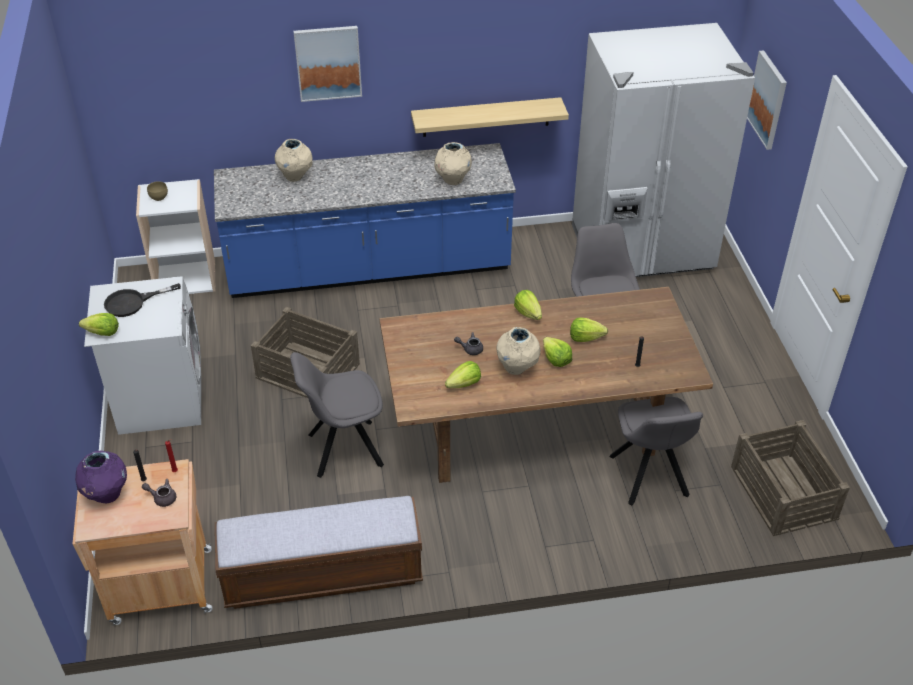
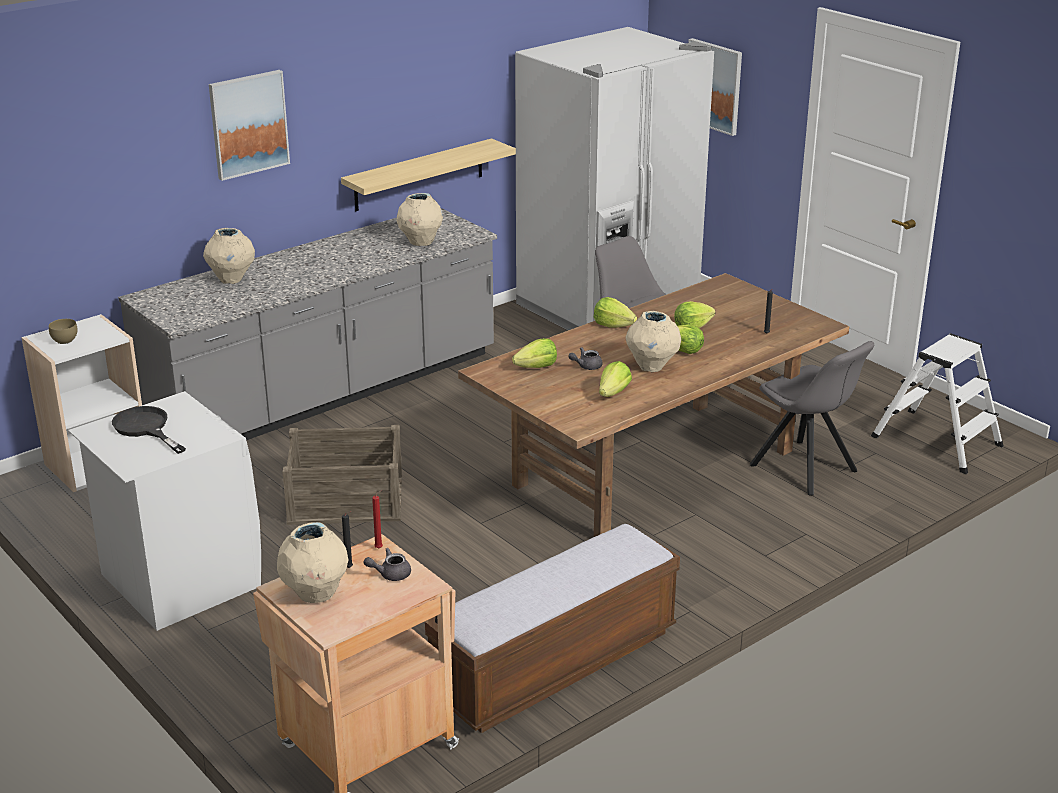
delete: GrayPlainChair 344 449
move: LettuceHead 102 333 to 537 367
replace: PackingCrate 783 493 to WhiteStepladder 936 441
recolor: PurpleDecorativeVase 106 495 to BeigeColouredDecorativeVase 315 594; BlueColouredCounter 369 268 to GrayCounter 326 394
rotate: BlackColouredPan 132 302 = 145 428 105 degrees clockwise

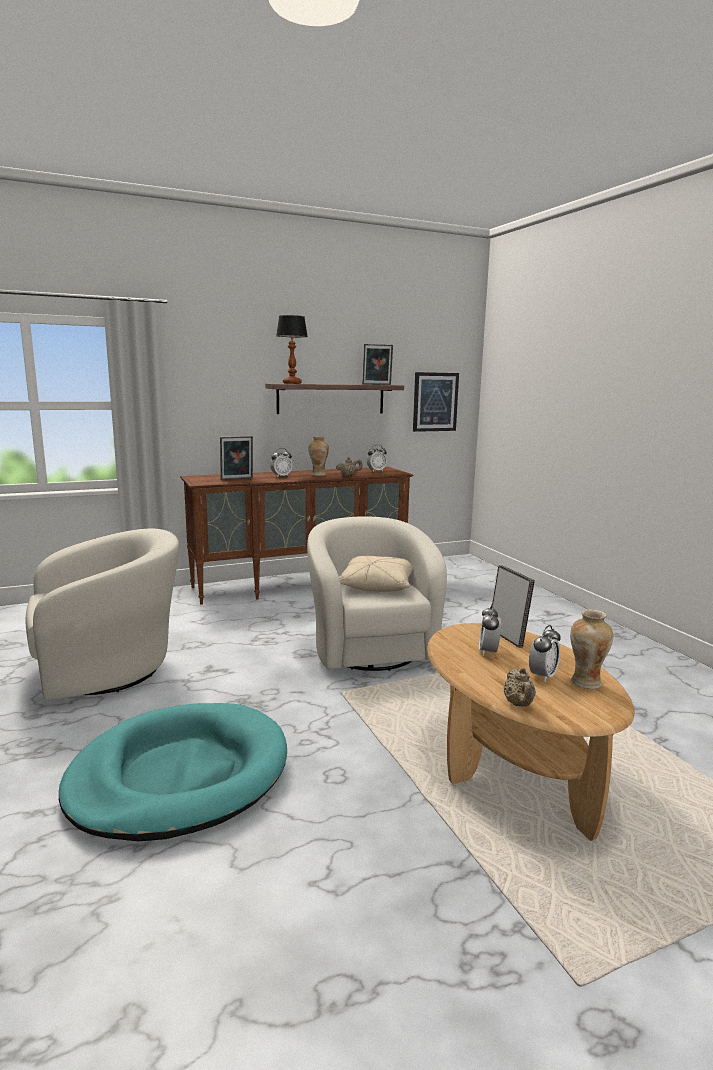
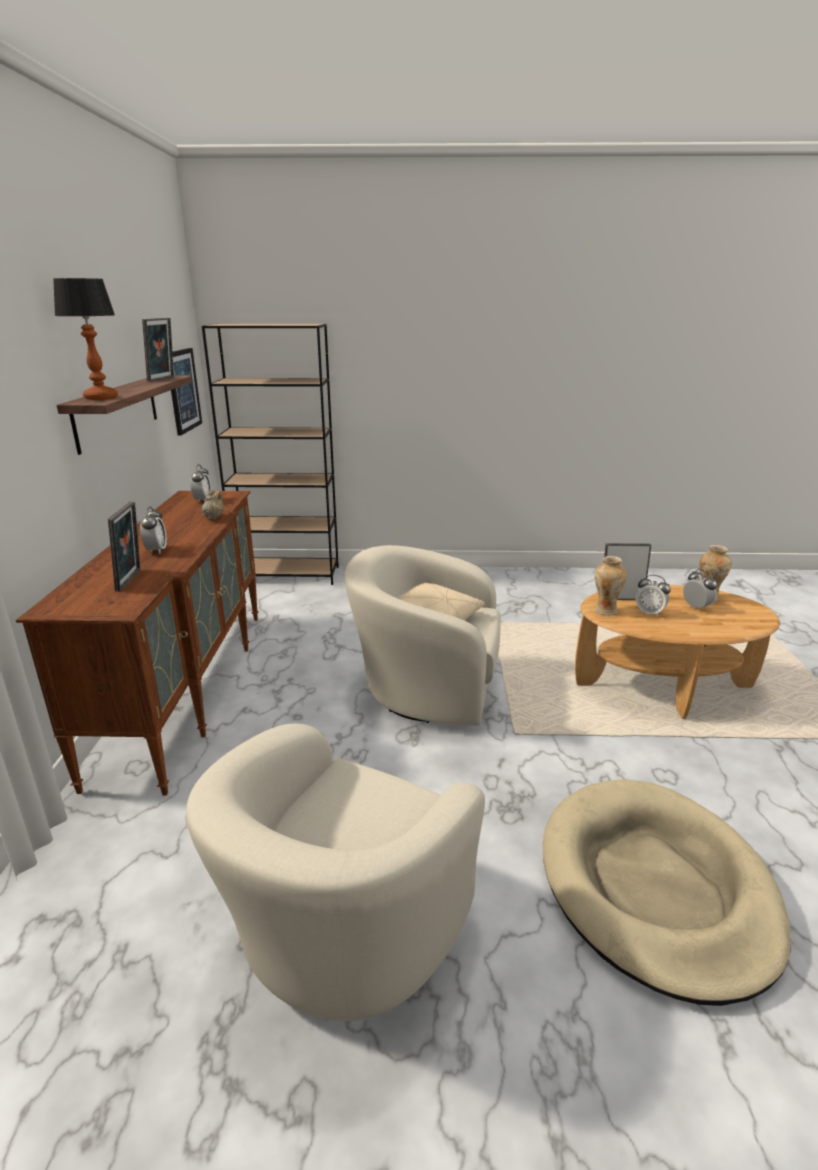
delete: BeigeColouredTeaPot 519 704
insert: BeigeColouredShelvingUnit 288 575
move: DecorativeVase 318 475 to 605 610
recolor: BlueGreenPetBed 179 775 to BeigeColouredPetBed 655 887
rotate: BeigeColouredEasyChair 109 670 = 345 937 150 degrees counterclockwise

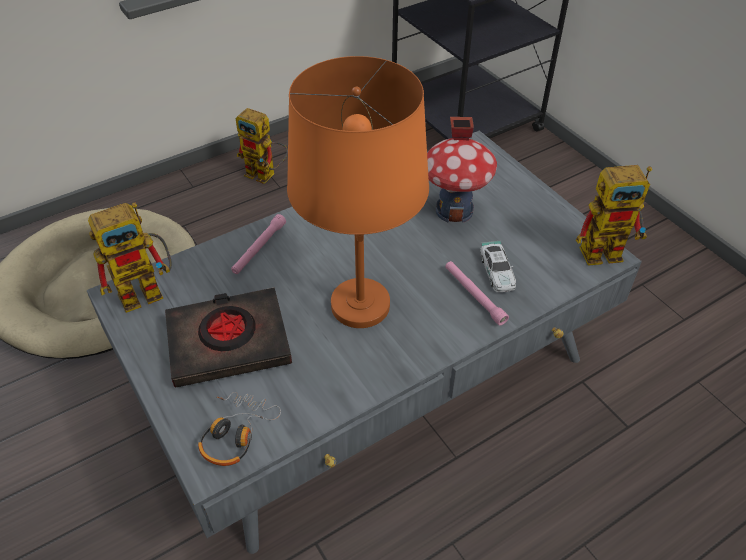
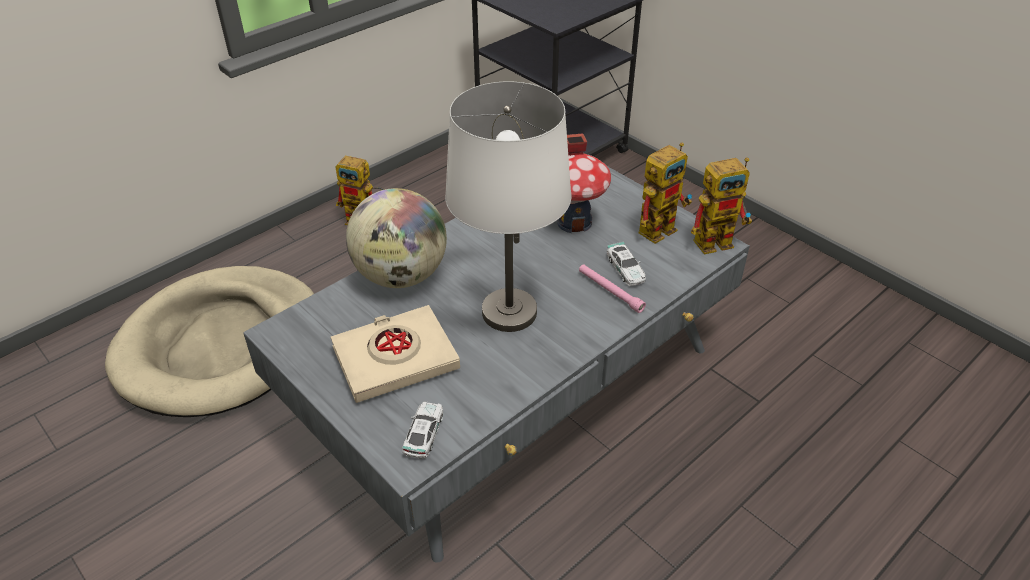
move: RobotFigure 148 289 to 660 226
replace: PairOfHeadphones 236 433 to MiniatureCar 424 433; PinkColouredTorch 259 248 to Globe 401 276
recolor: BlackColouredBoundBook 229 342 to BeigeColouredBoundBook 395 359; OrangeColouredTableLamp 359 305 to WhiteTableLamp 508 312

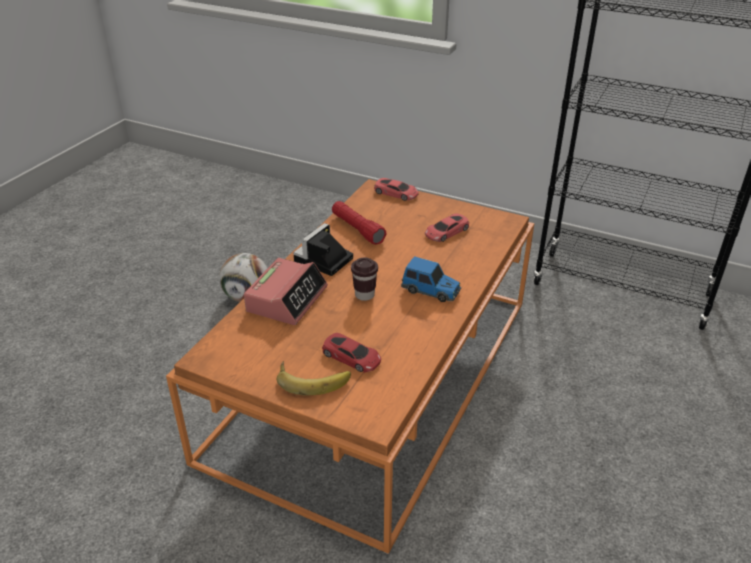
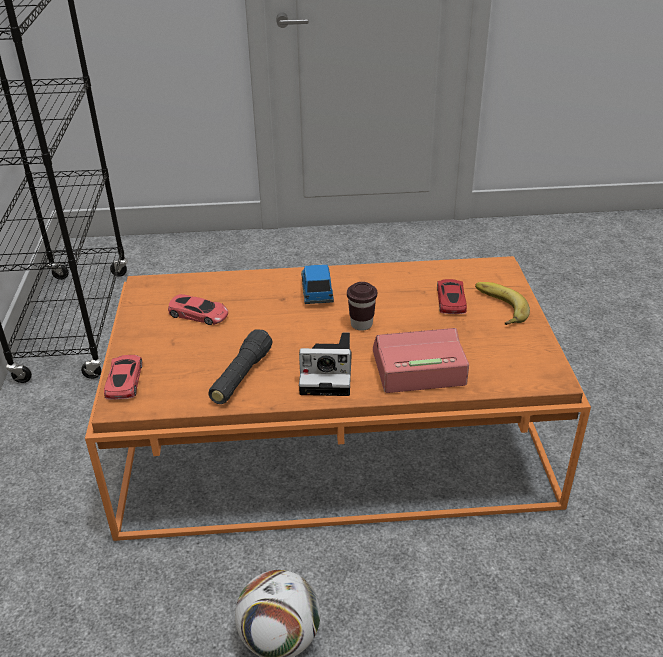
recolor: RedTorch 357 229 to BlackColouredTorch 241 376

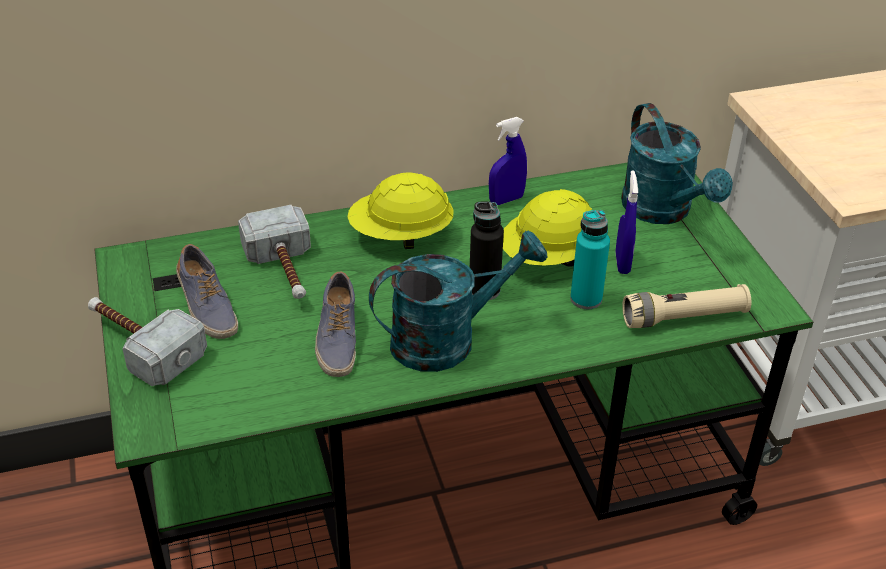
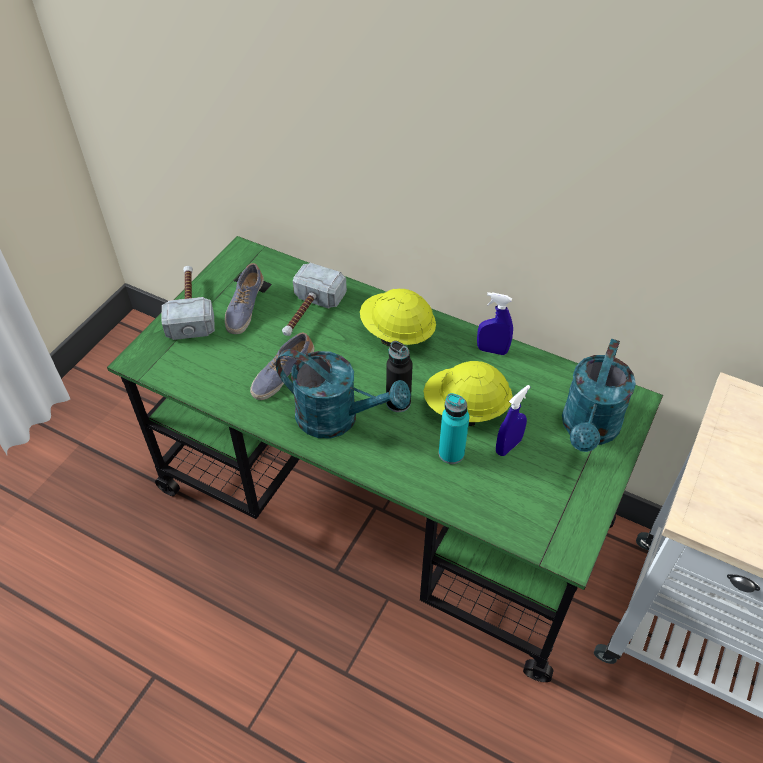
delete: BeigeColouredTorch 684 318

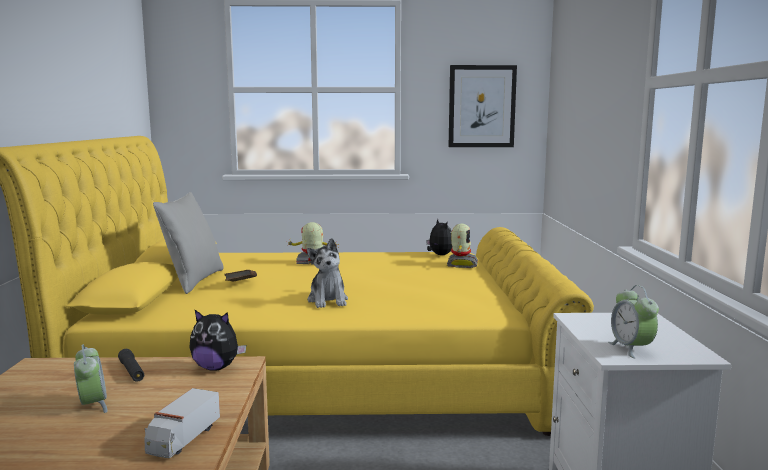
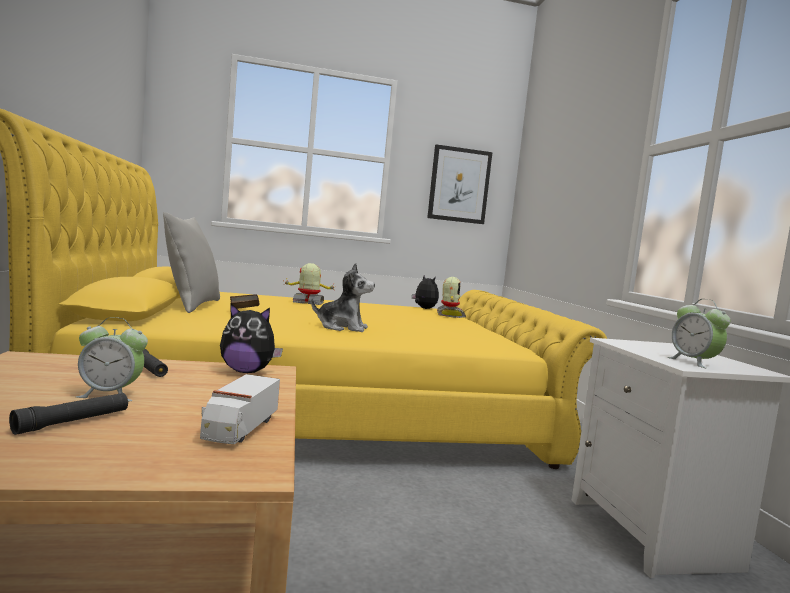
insert: BlackColouredTorch 73 422
rotate: BedsideClock 93 405 = 110 394 120 degrees clockwise; CuddlyToy 328 300 = 342 327 60 degrees counterclockwise

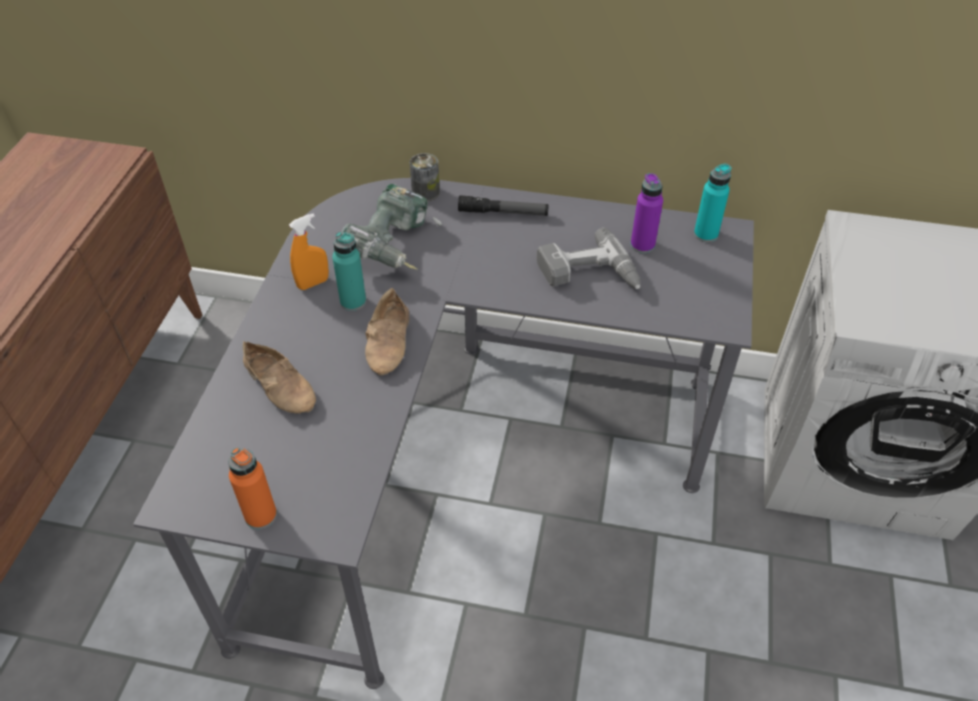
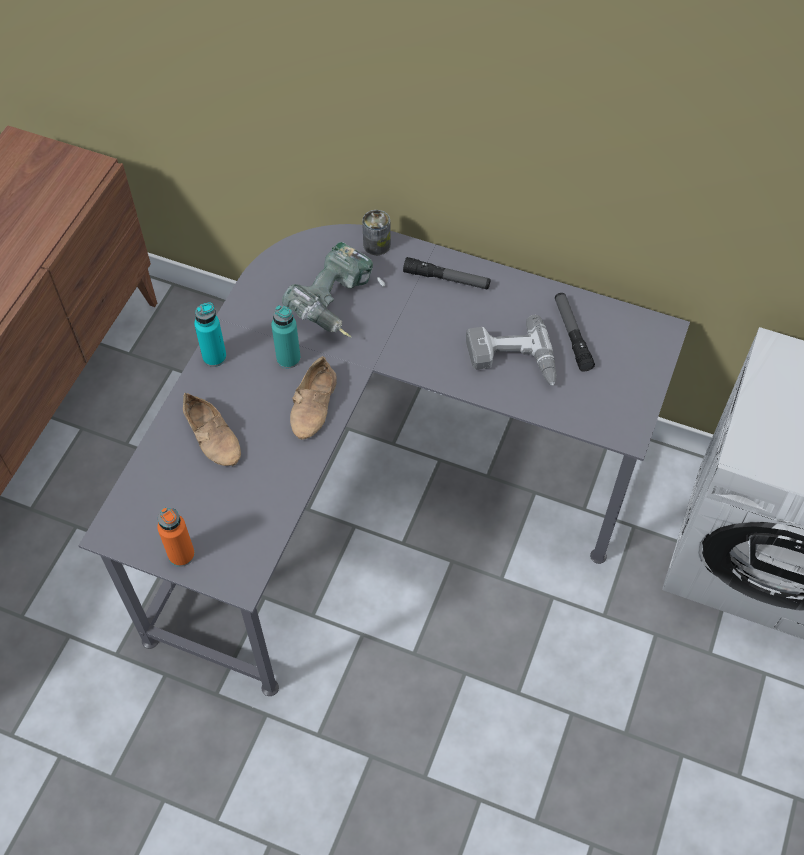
delete: OrangeColouredSprayer 313 283
move: BlueGreenBeverageBottle 705 234 to 214 357
replace: PurpleBeverageBottle 642 245 to Torch 572 335

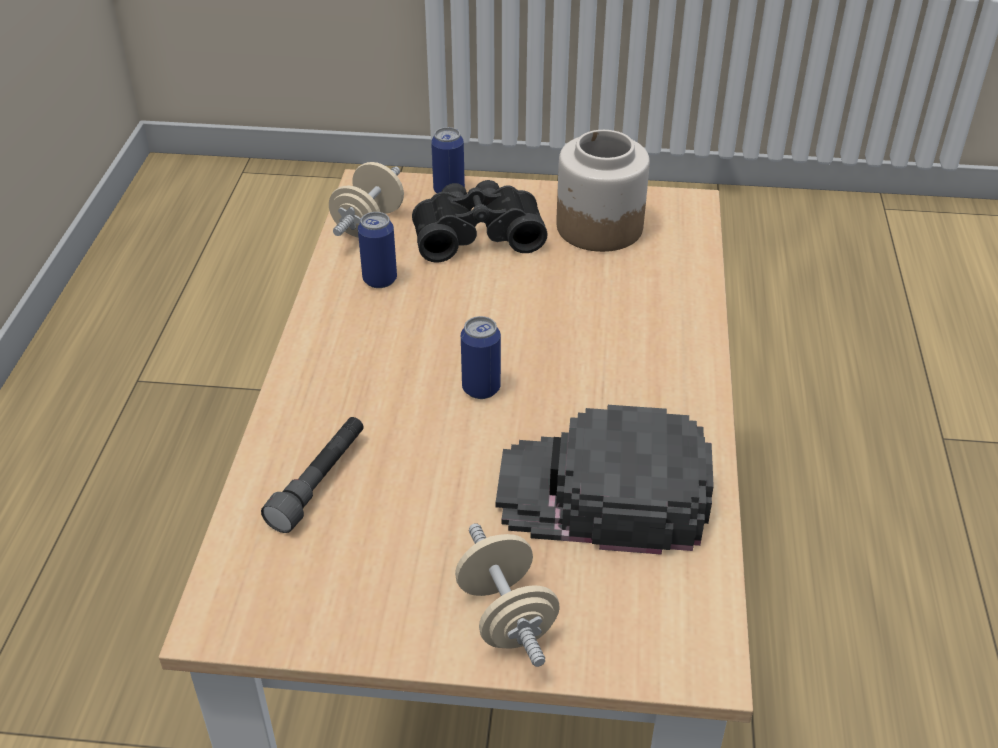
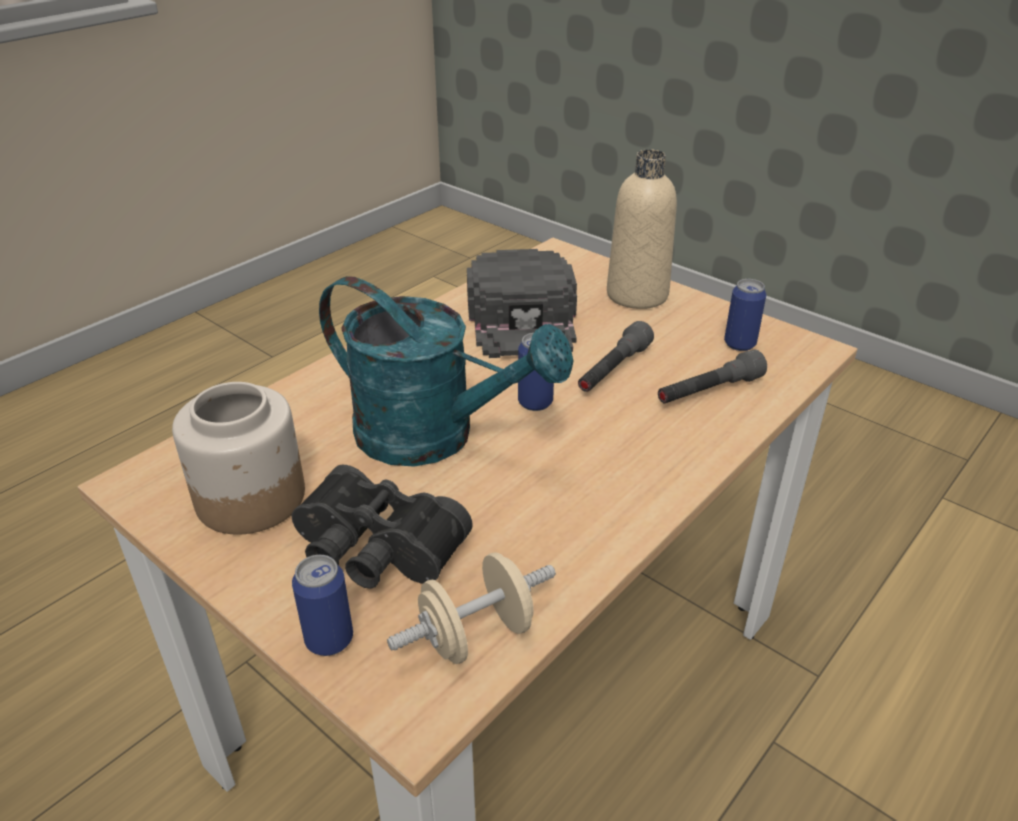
insert: BlueGreenSprinklingCan 434 437; GrayTorch 613 370
move: Can 380 280 to 739 344
replace: BeigeColouredHandWeight 506 616 to BeigeColouredBeverageBottle 637 295
rotate: BlackColouredBaseballCap 604 494 = 523 318 45 degrees clockwise

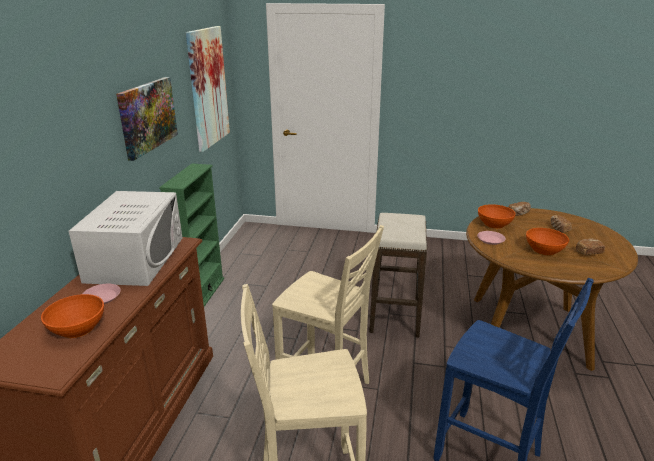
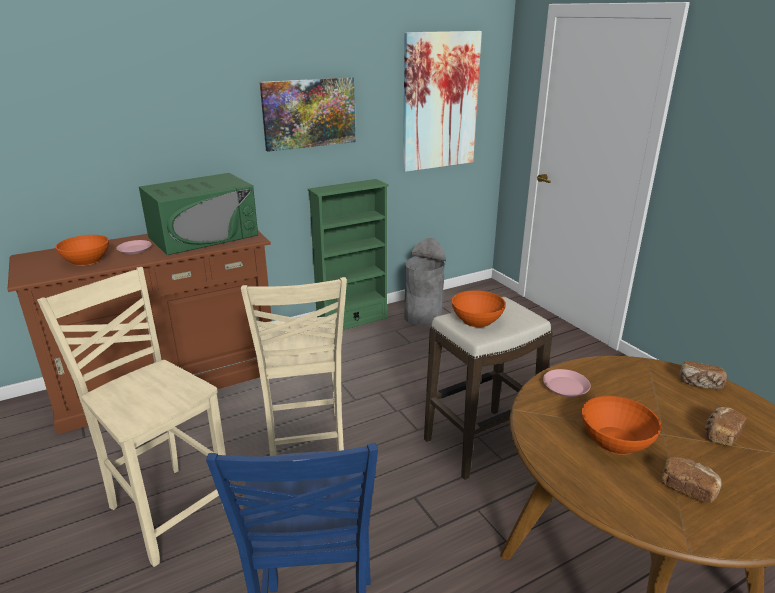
insert: GrayWasteBin 423 317
move: OrangeColouredDeepDish 494 224 to 476 320
recolor: WhiteMicrowaveOven 136 259 to GreenMicrowaveOven 203 236

